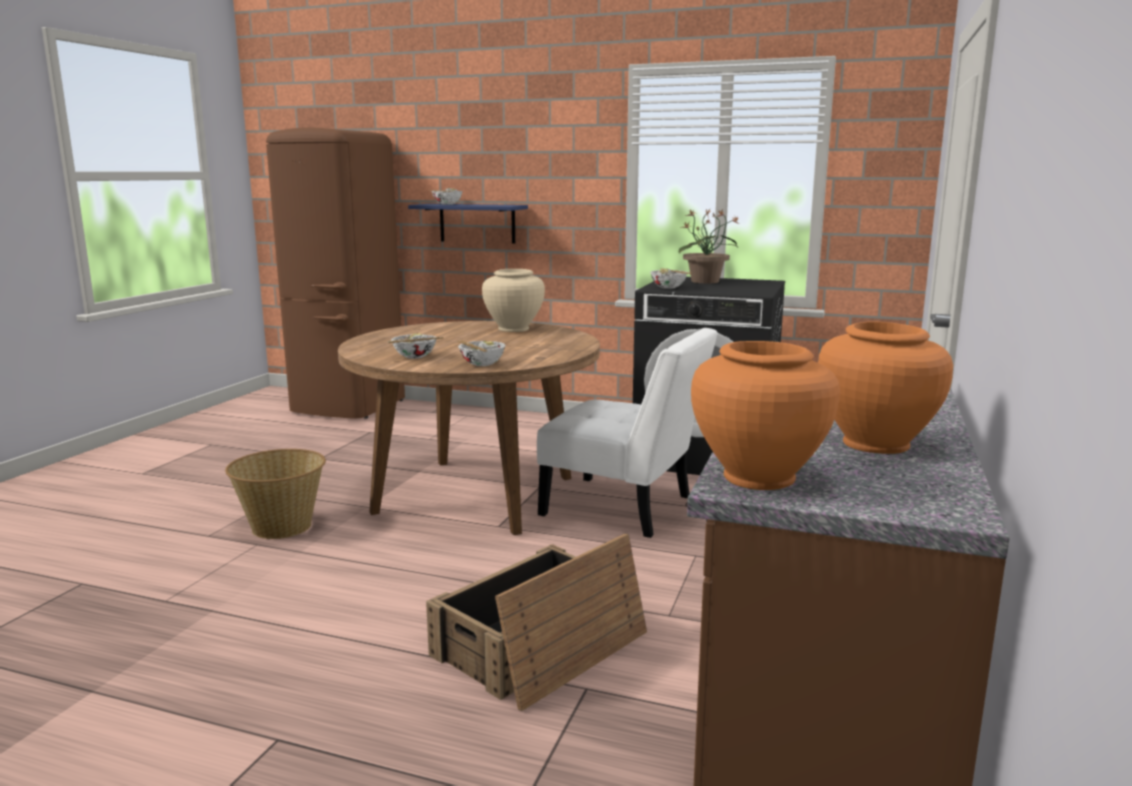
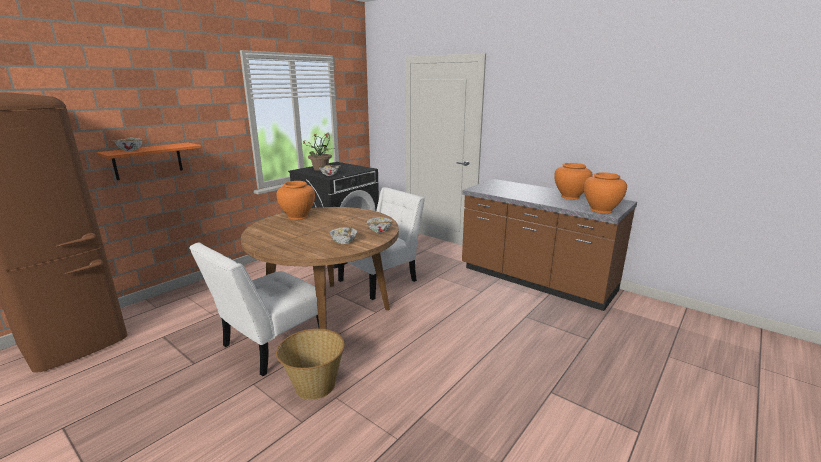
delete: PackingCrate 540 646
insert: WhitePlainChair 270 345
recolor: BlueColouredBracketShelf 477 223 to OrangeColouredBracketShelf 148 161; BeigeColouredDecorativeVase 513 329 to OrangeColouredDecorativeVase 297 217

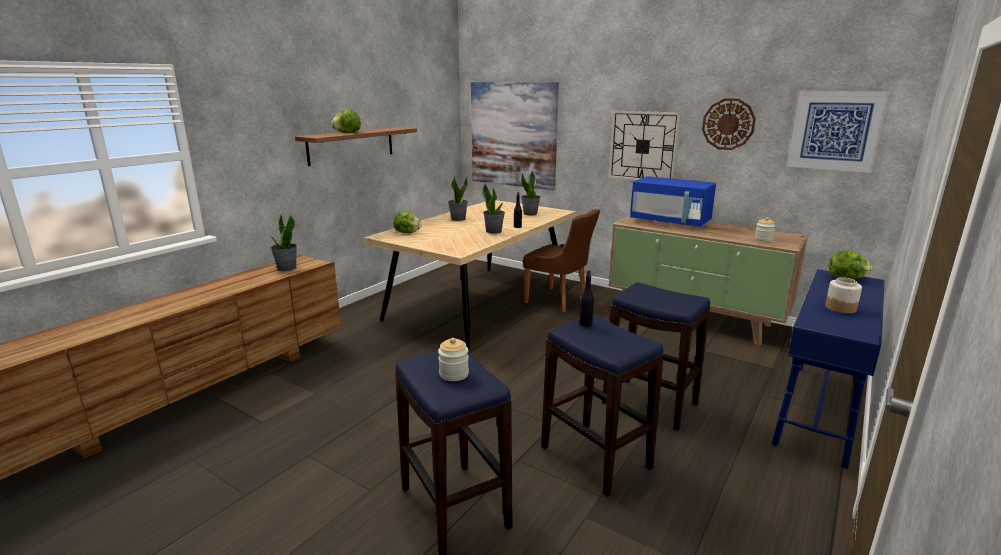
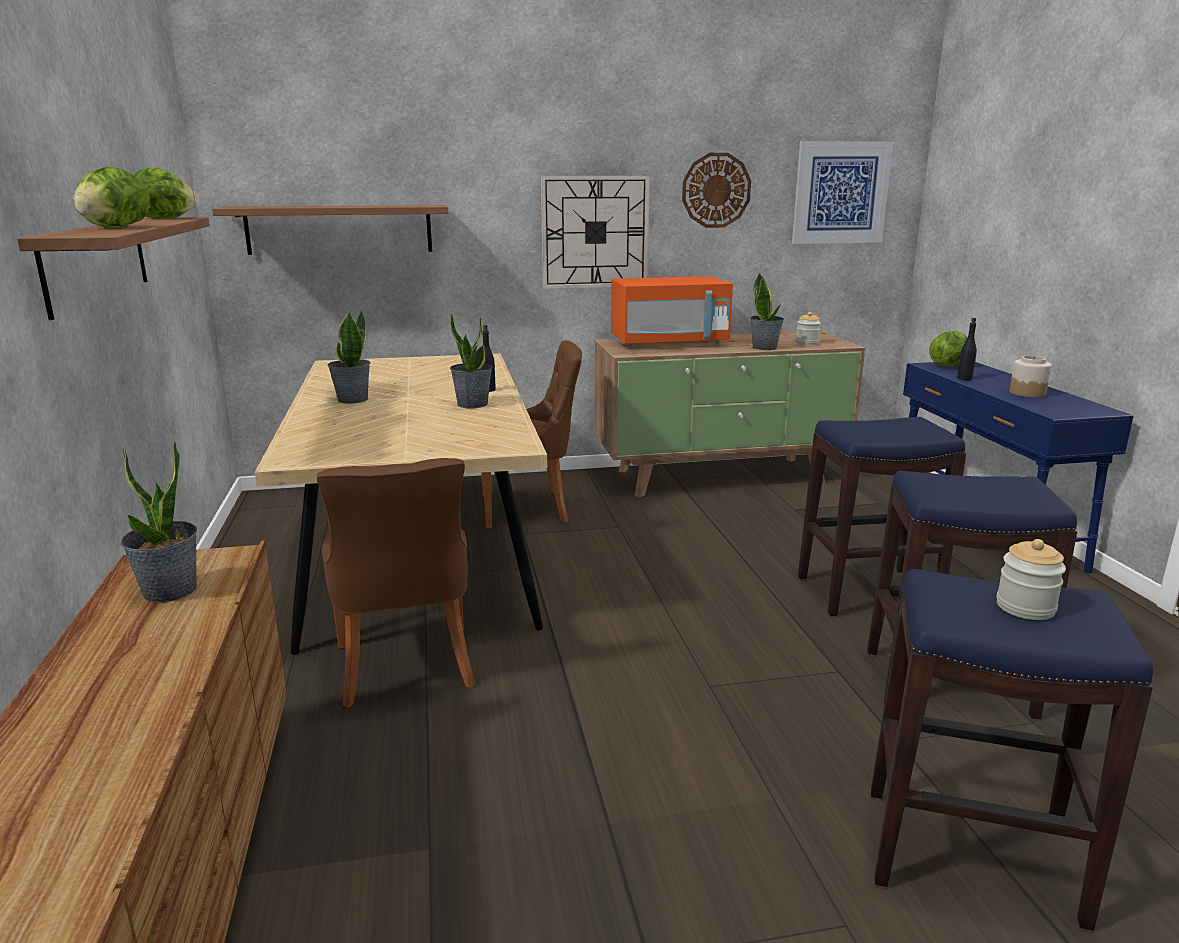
insert: BrownPlainChair 406 668
move: LettuceHead 407 233 to 165 218; Houseplant 530 213 to 765 347; BlackColouredBeverageBottle 586 324 to 964 378
replace: WallArt 513 135 to BracketShelf 339 229
recolor: BlueColouredMicrowaveOven 670 222 to OrangeColouredMicrowaveOven 669 343

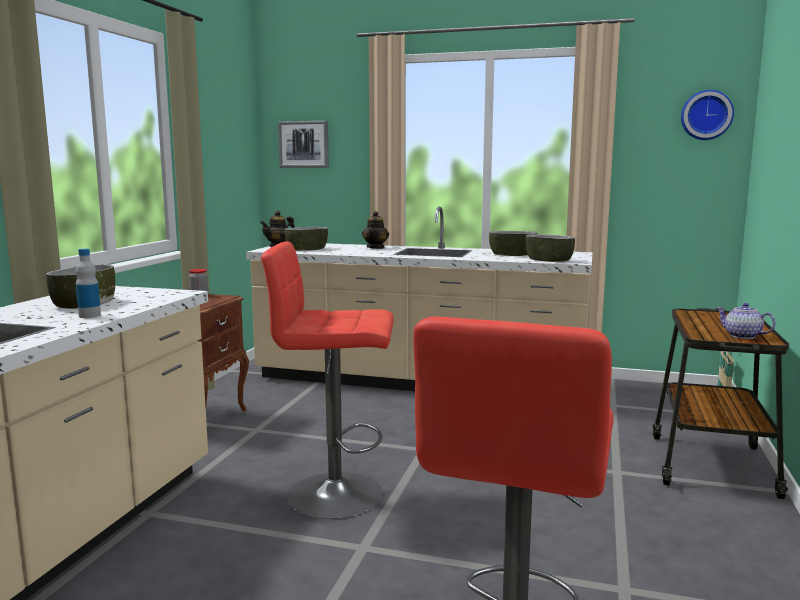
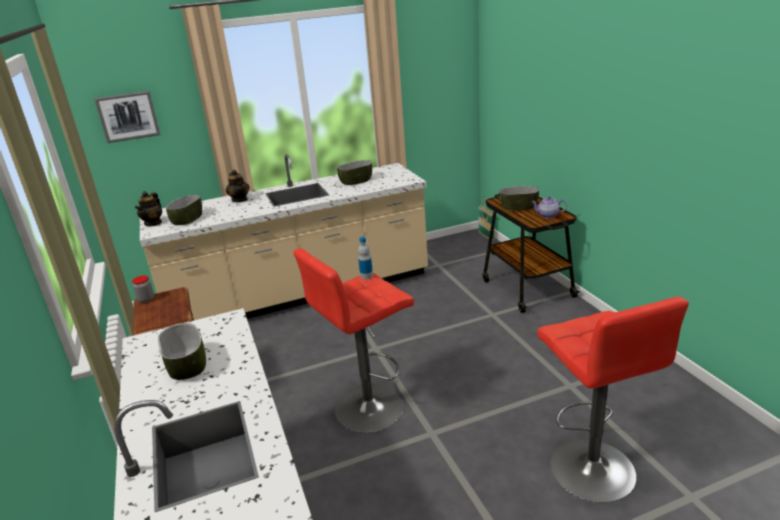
delete: WallClock 706 115
move: BeverageBottle 89 316 to 366 276; DeepDish 548 260 to 518 207

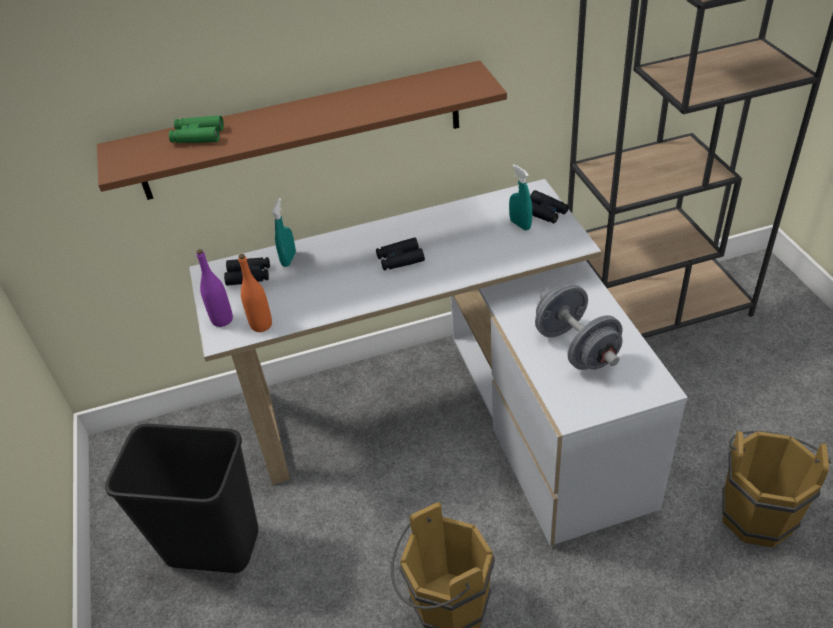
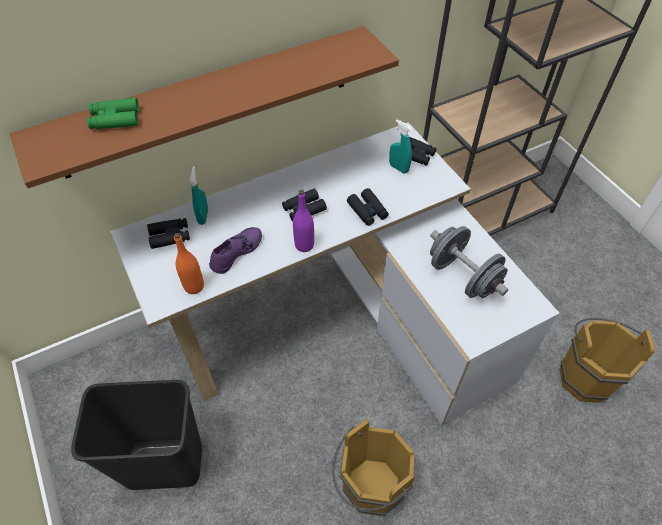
insert: PurpleShoe 236 252; BlackColouredPairOfBinoculars 367 211
move: PurpleBeverageBottle 222 320 to 304 245

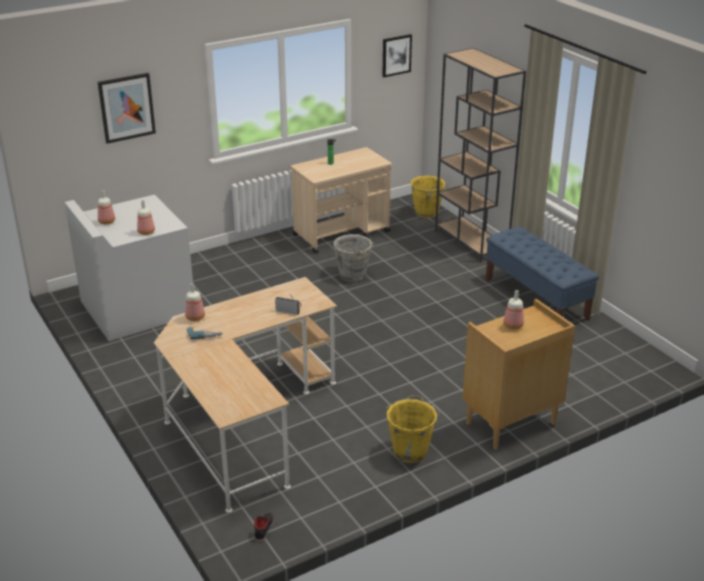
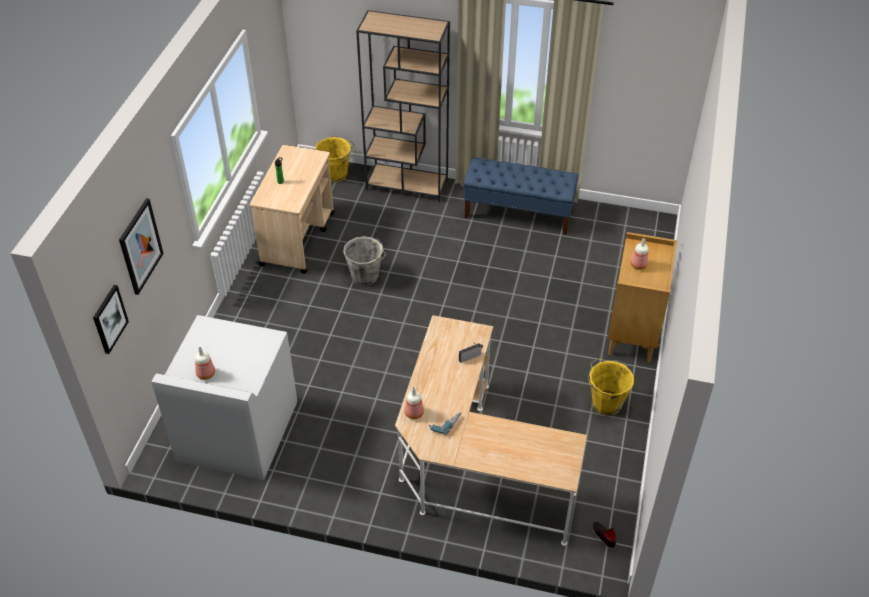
delete: BeverageBottle 145 232
move: WallArt 396 55 to 109 319

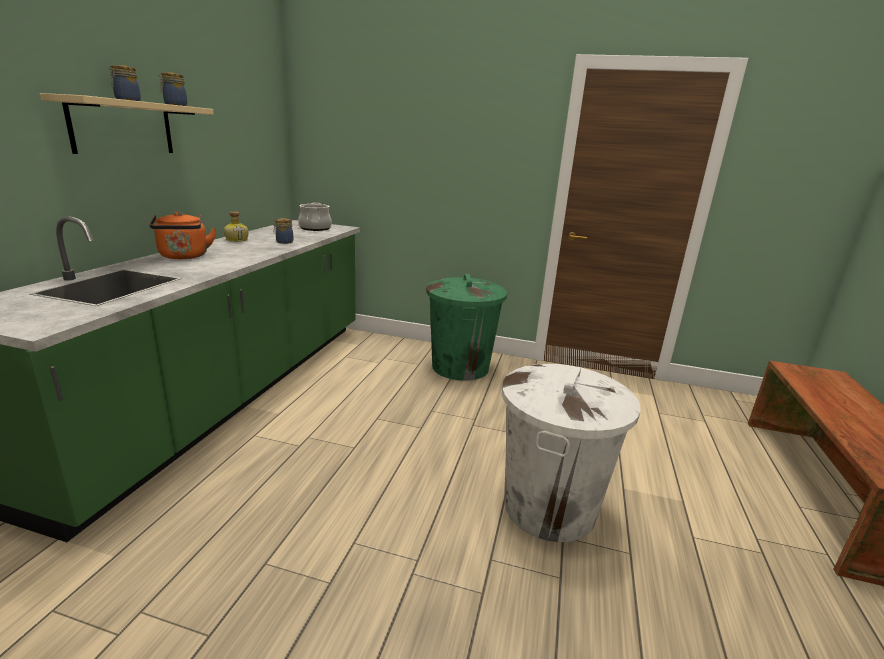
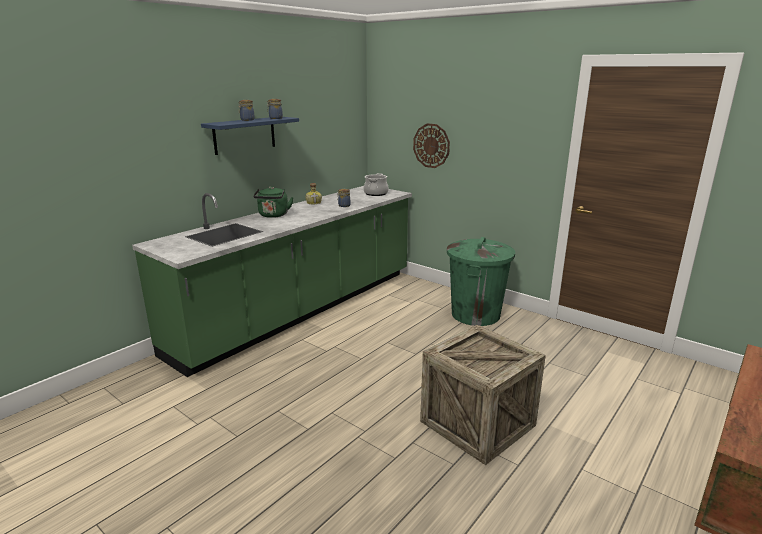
insert: WallClock 431 145
replace: WhiteWasteBin 549 507 to PackingCrate 477 423
recolor: BeigeColouredBracketShelf 123 127 to BlueColouredBracketShelf 244 135; OrangeColouredTeaKettle 184 257 to GreenTeaKettle 273 215

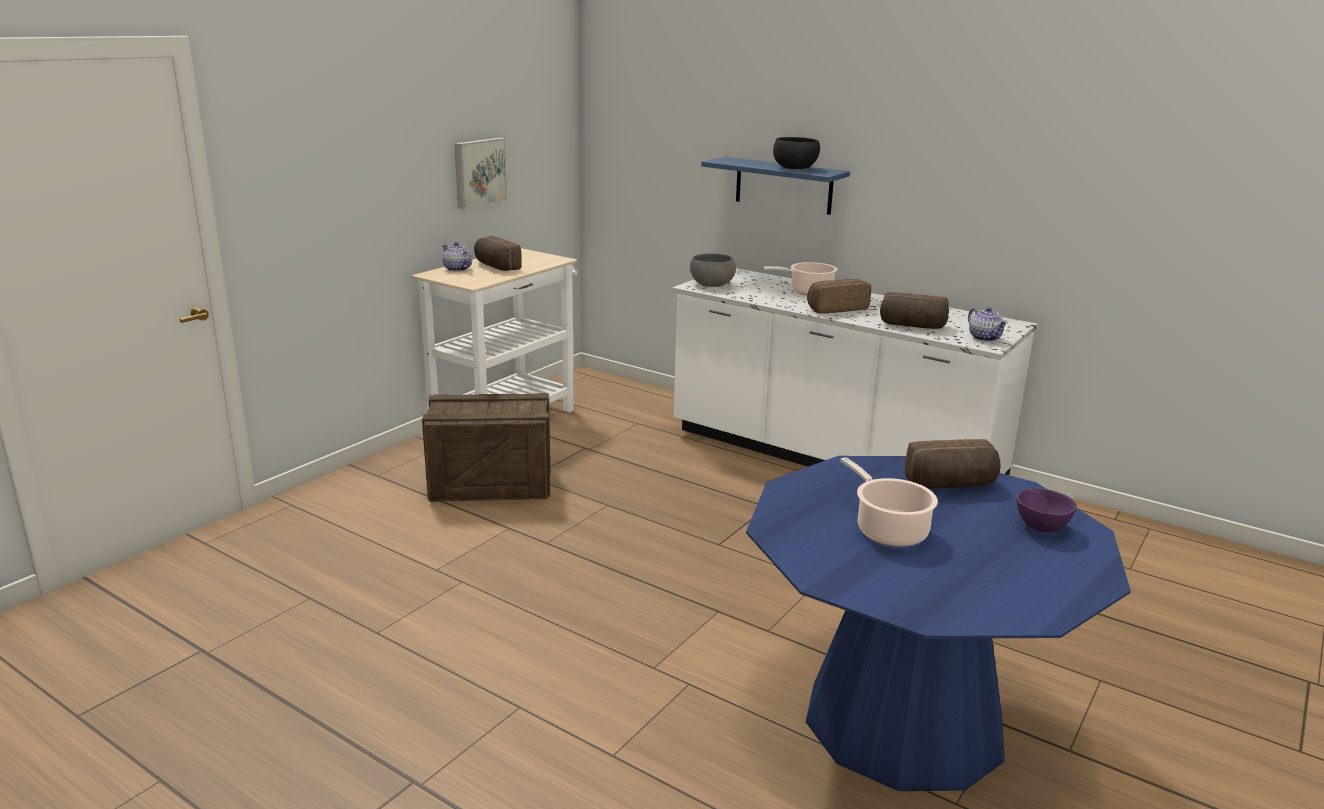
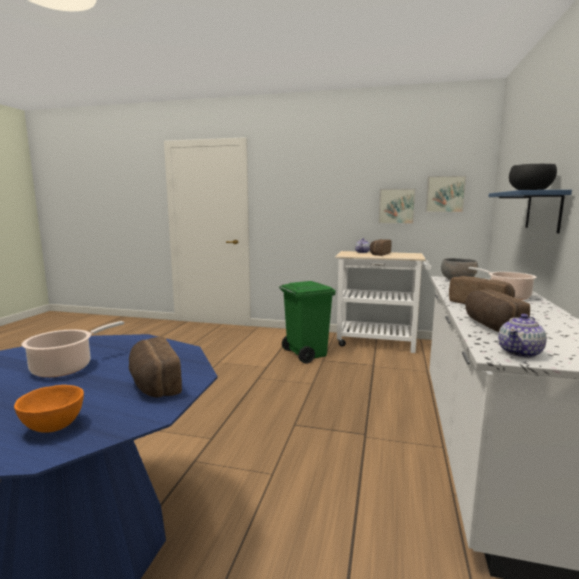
insert: WallArt 445 194
replace: PackingCrate 490 484 to GreenWasteBin 305 354
recolor: PurpleDeepDish 1040 528 to OrangeColouredDeepDish 53 426

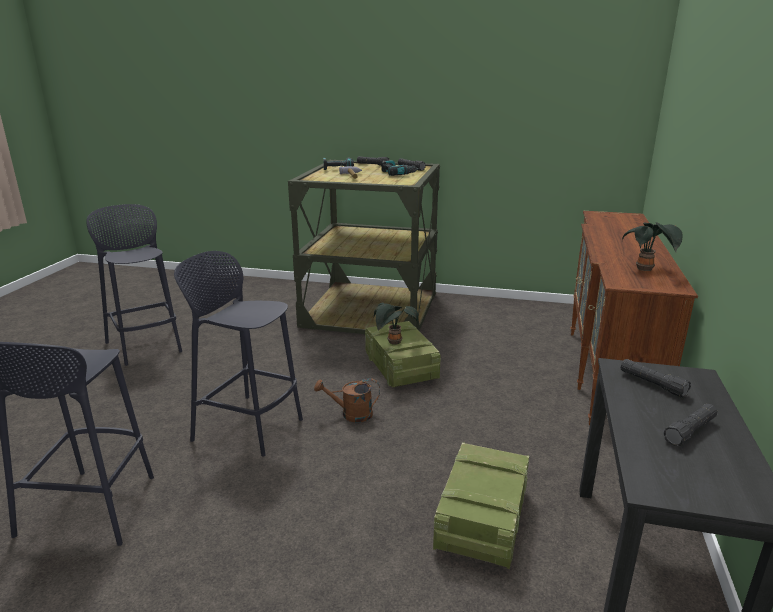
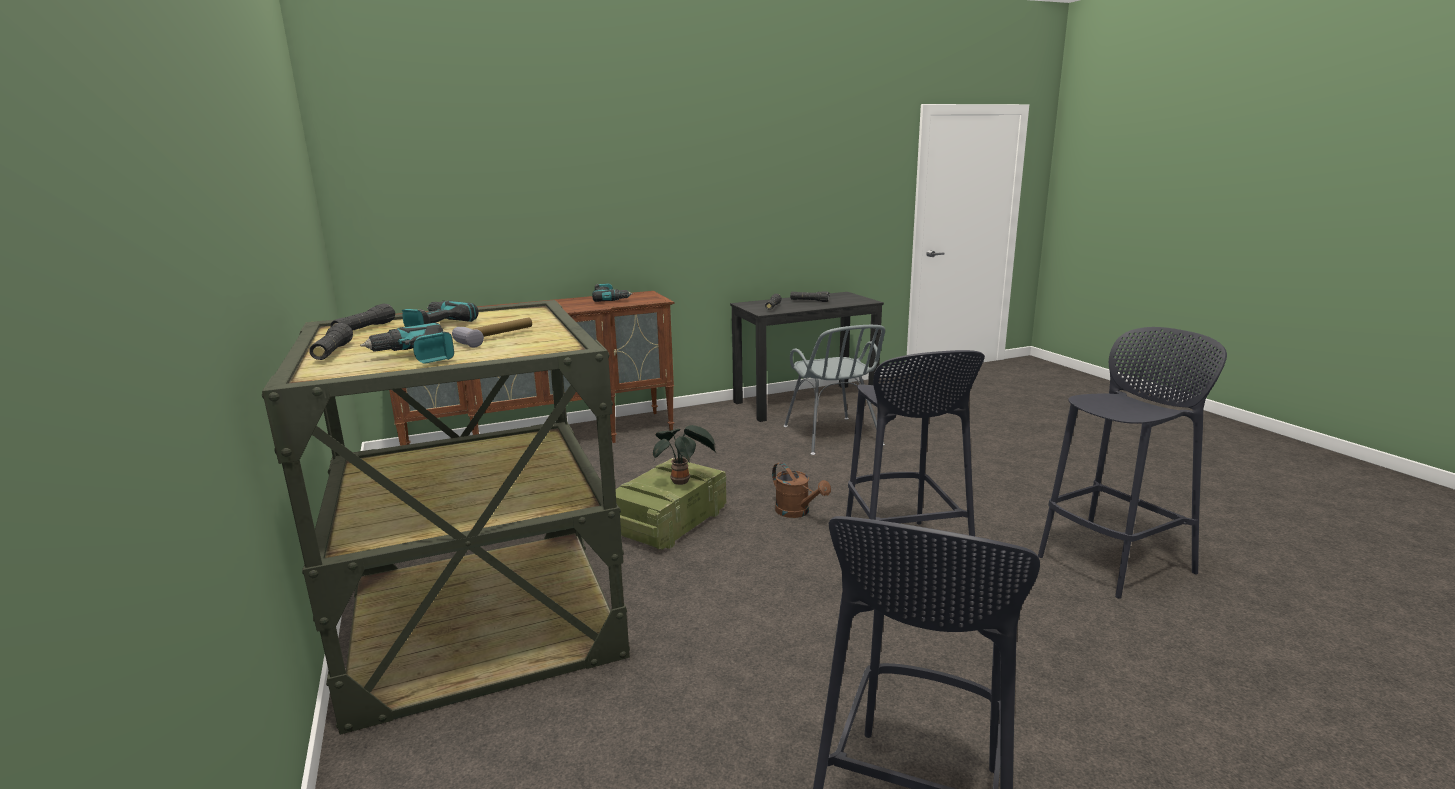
replace: PackingCrate 482 519 to GrayPlainChair 833 436; Houseplant 646 270 to ElectricDrill 610 299

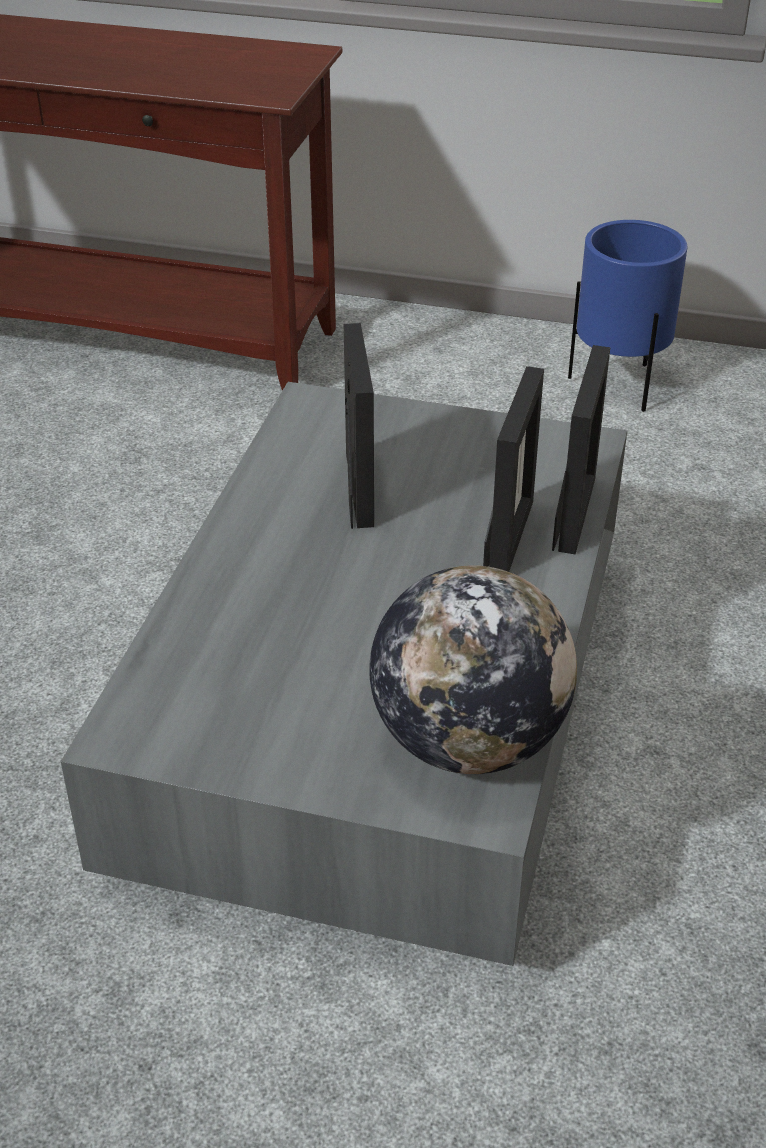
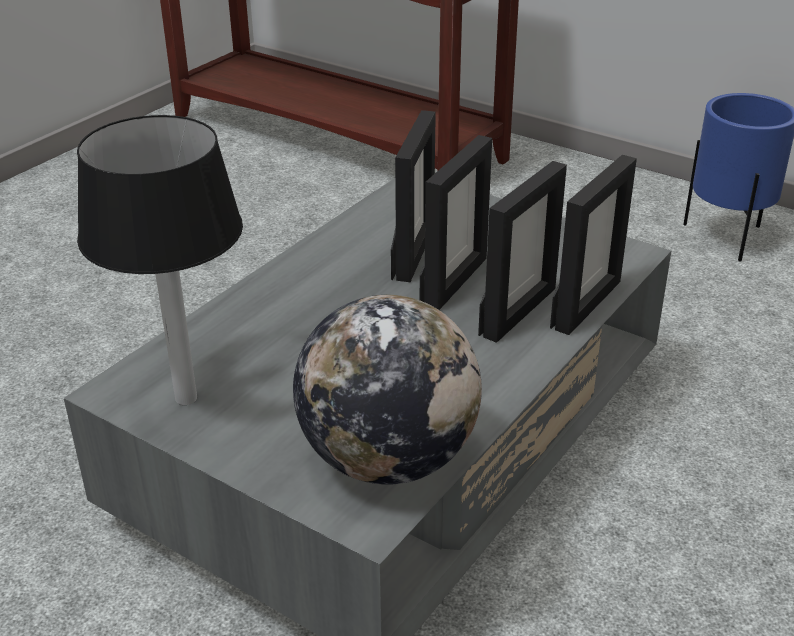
insert: TableLamp 185 397; StandingFrame 454 281

